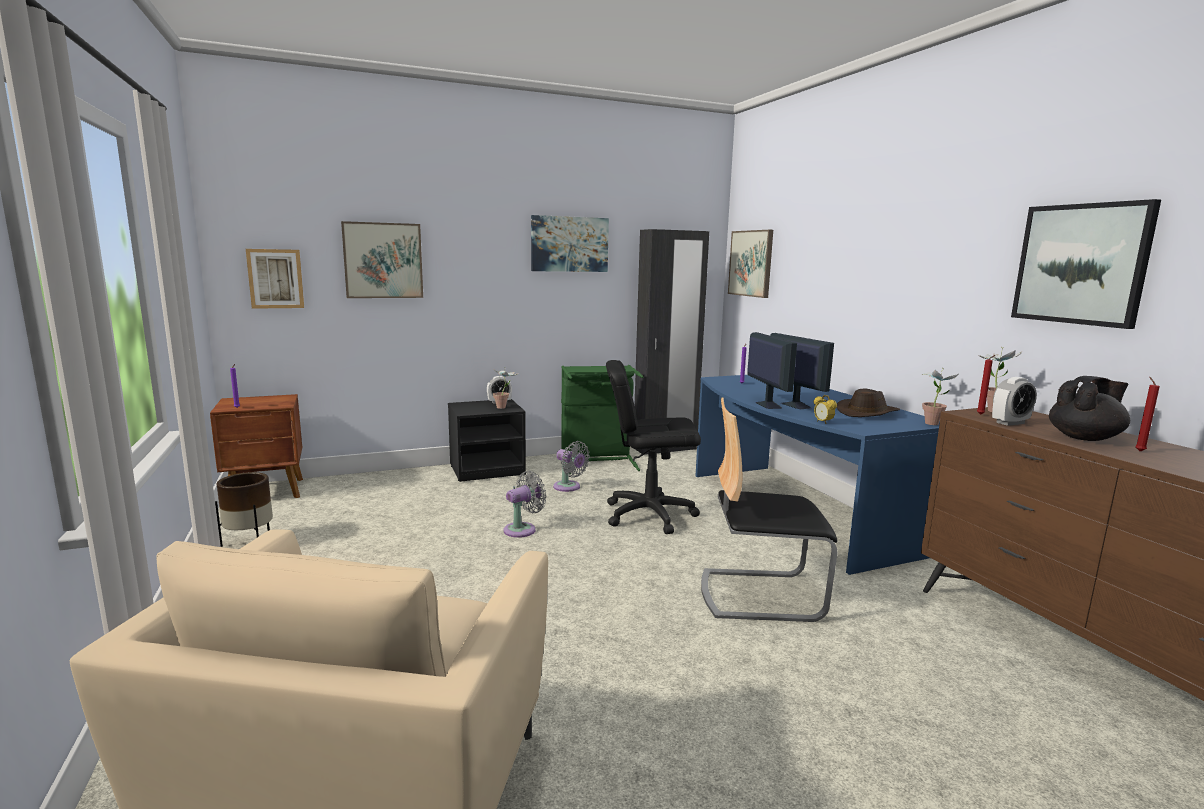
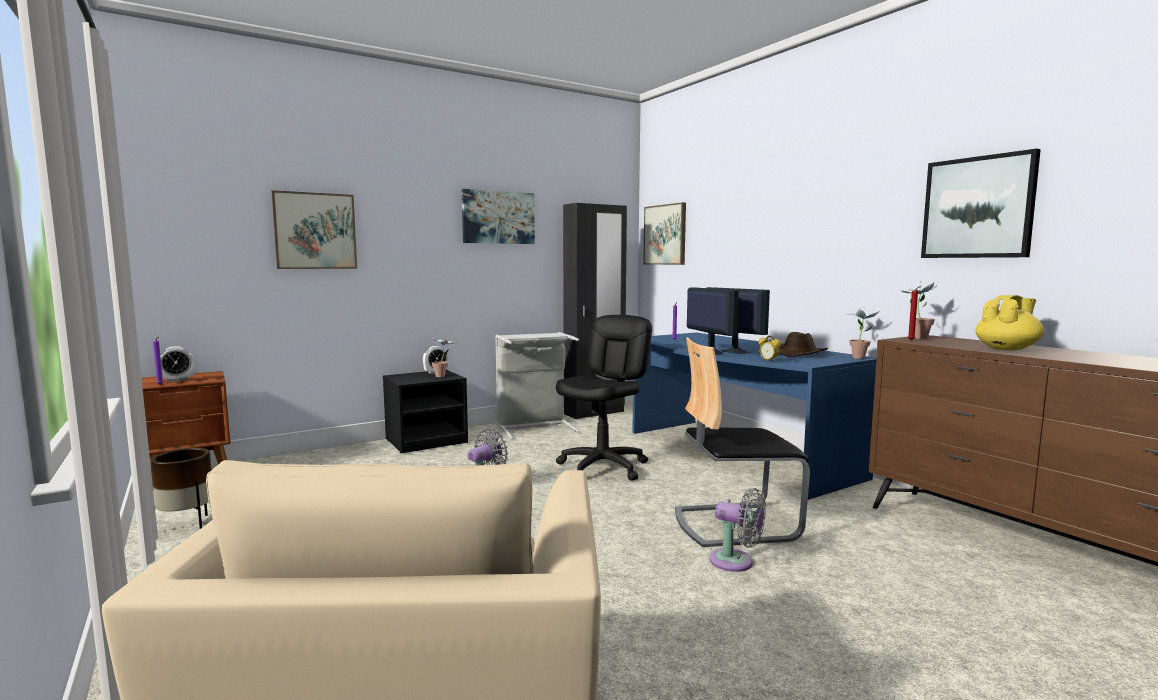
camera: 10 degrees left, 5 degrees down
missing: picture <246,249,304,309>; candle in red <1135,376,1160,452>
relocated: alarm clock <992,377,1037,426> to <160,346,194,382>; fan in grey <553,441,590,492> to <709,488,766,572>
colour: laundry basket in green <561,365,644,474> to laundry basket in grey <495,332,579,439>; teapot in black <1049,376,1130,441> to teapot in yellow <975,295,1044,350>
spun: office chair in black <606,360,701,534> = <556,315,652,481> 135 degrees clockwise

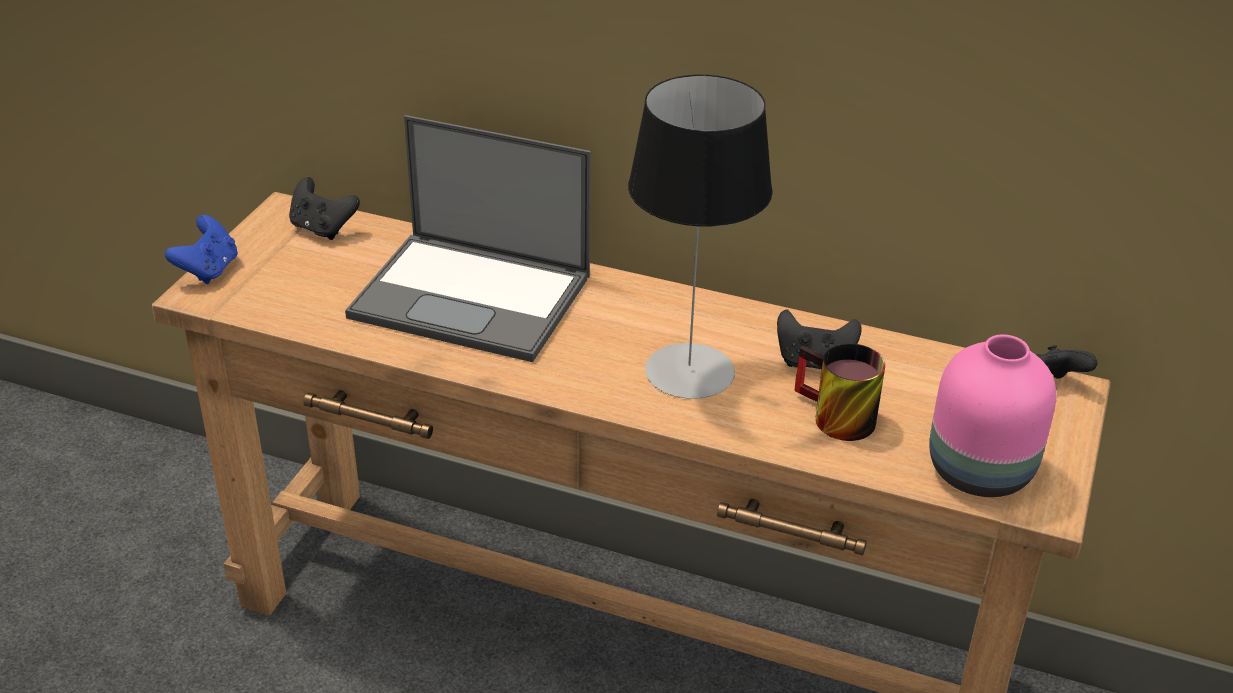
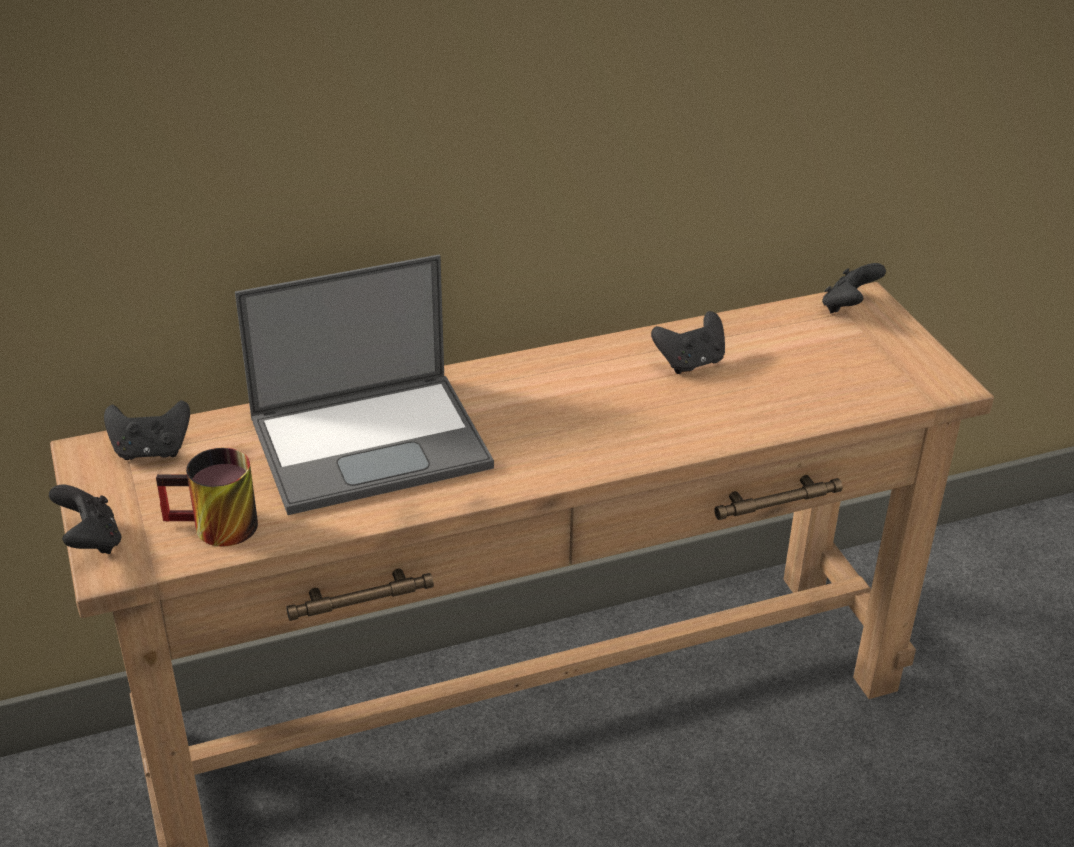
camera: 40 degrees left, 0 degrees up
missing: table lamp <628,74,773,399>; vase in pink <929,334,1056,497>
relocated: mug <794,343,885,441> to <156,448,258,547>
colour: game controller in blue <165,215,238,284> to game controller in black <49,485,121,554>

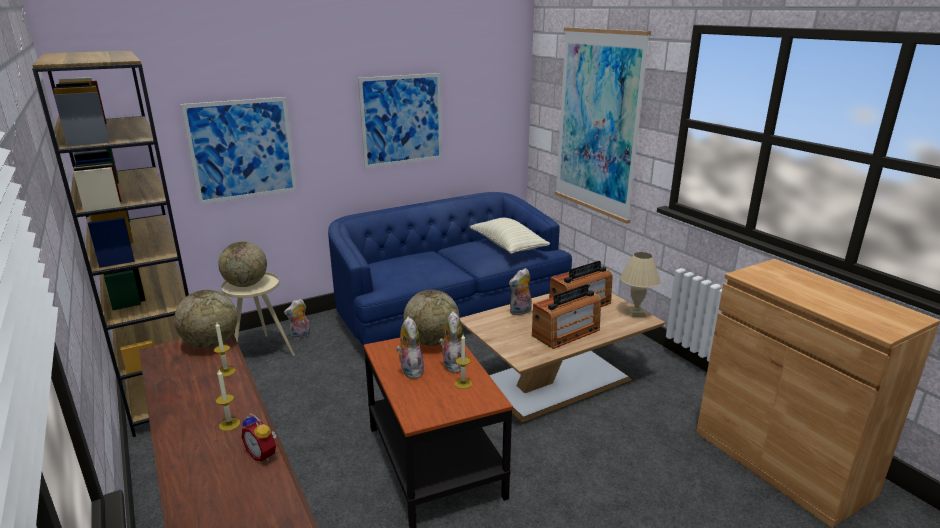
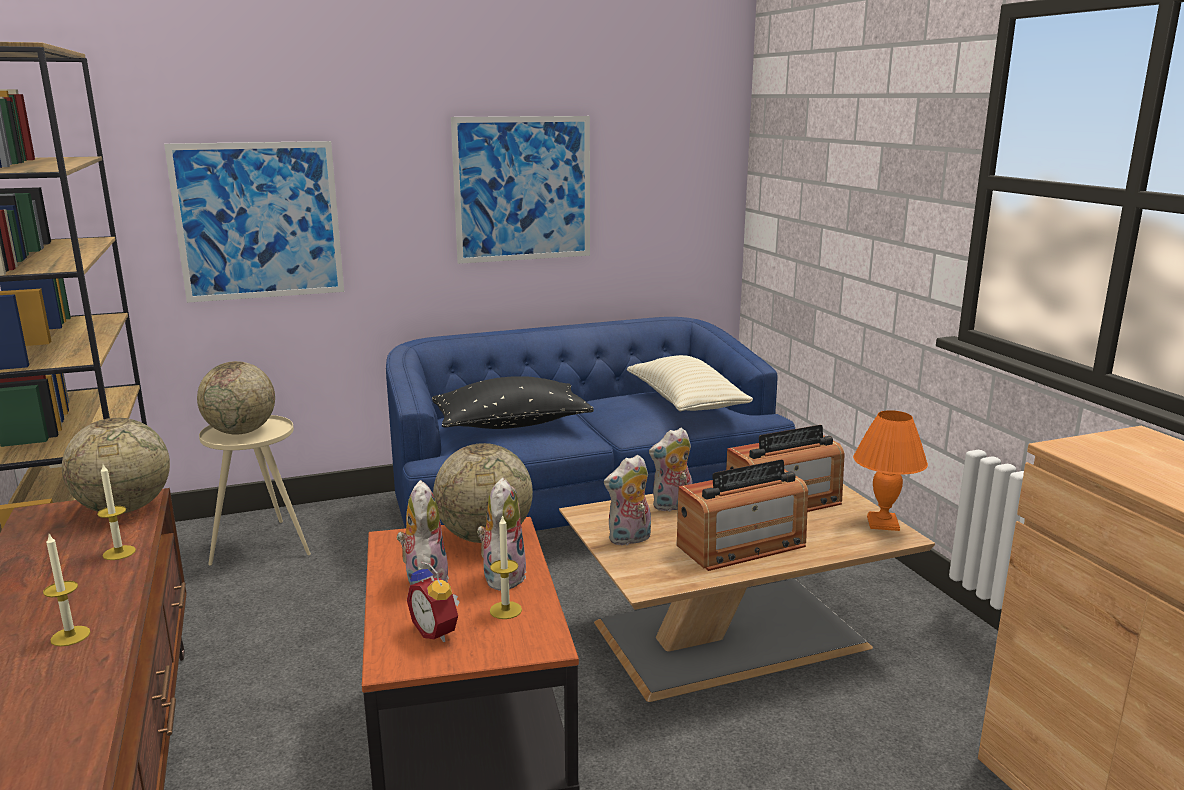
camera: 10 degrees right, 5 degrees down
missing: picture <554,27,651,224>
appeared: pillow in black <432,376,594,429>
relocated: alarm clock <241,413,276,462> to <407,562,460,642>; plush toy <284,298,311,339> to <604,455,651,546>
colour: table lamp in beige <620,252,660,317> to table lamp in orange <853,410,928,531>

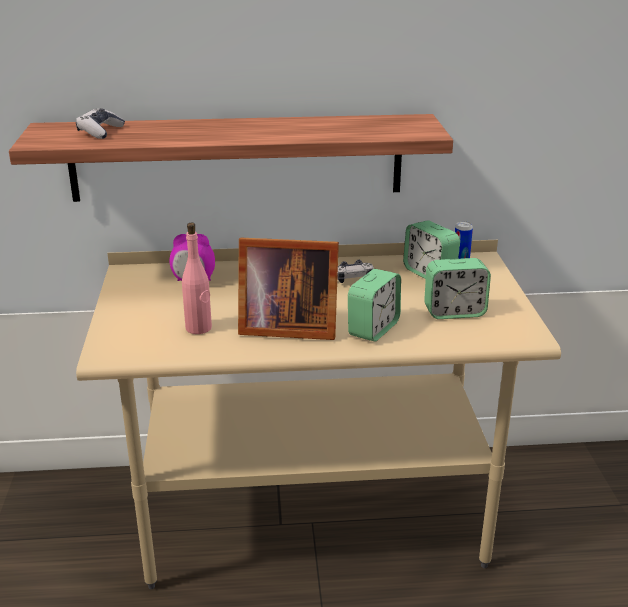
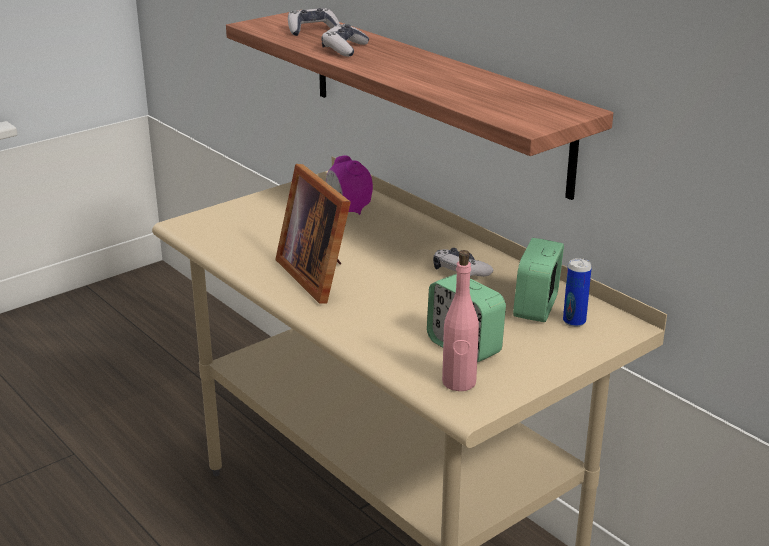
camera: 55 degrees right, 0 degrees up
missing: alarm clock <348,269,401,342>
appeared: game controller <321,24,369,57>
relocated: bottle in pink <182,223,212,334> to <442,250,479,391>

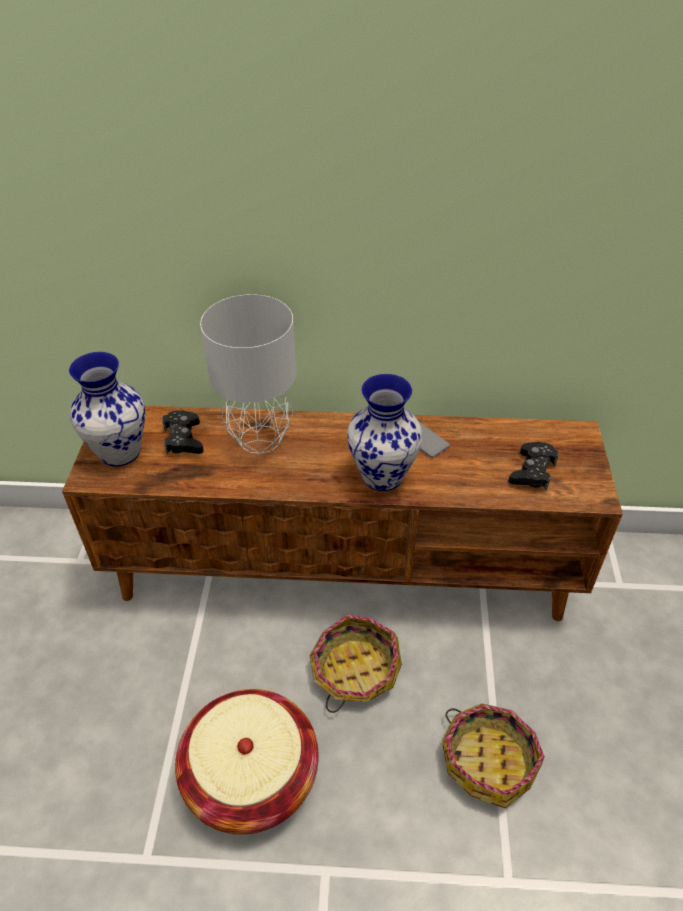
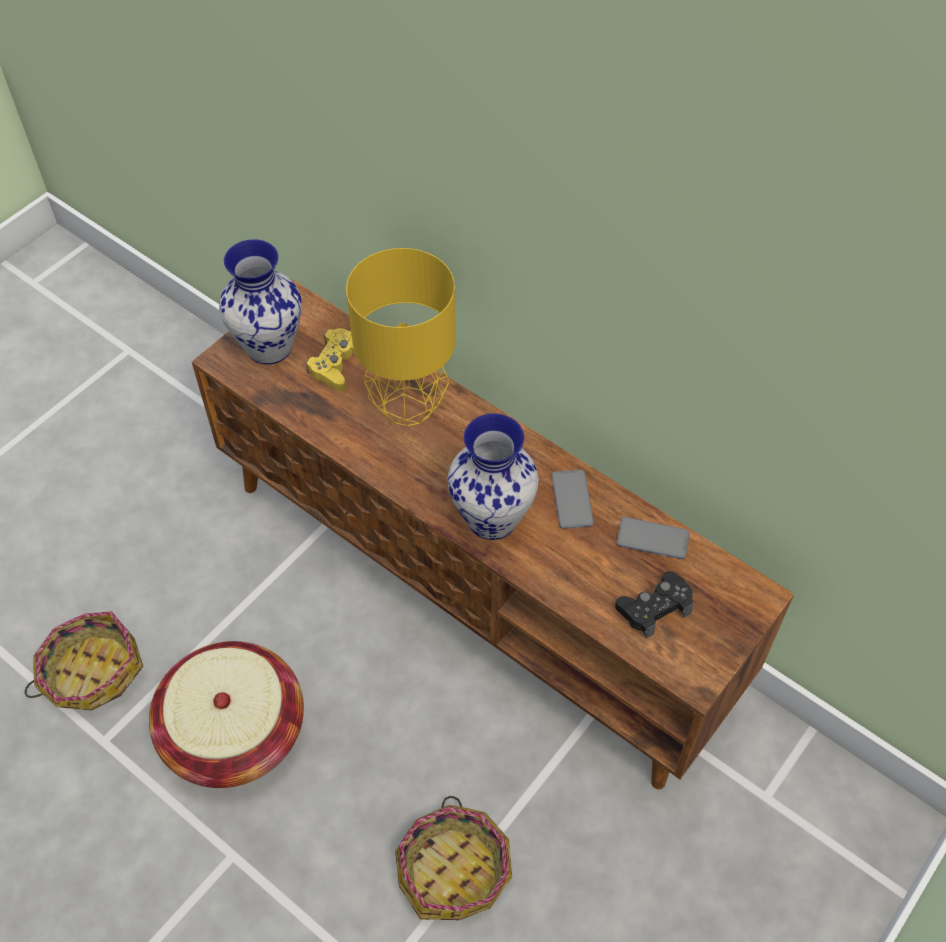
camera: 35 degrees right, 10 degrees up
appeared: phone <616,517,690,559>
relocated: basket <310,614,402,713> to <25,611,143,710>
colour: game controller in black <162,410,204,454> to game controller in yellow <306,328,355,391>; table lamp in grey <200,294,296,454> to table lamp in yellow <346,248,456,426>

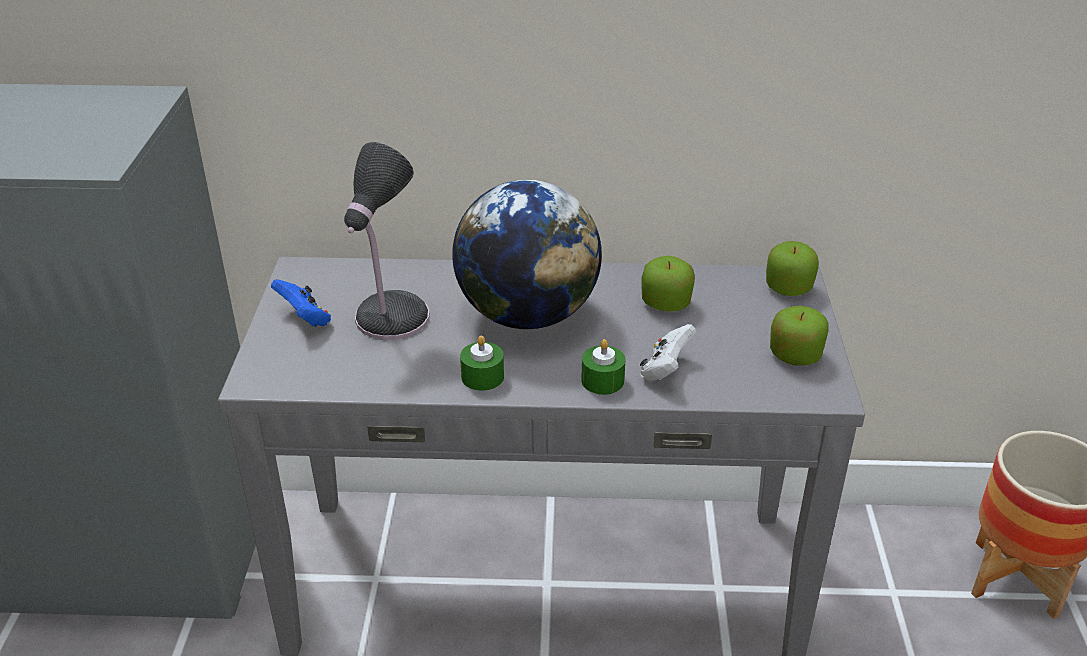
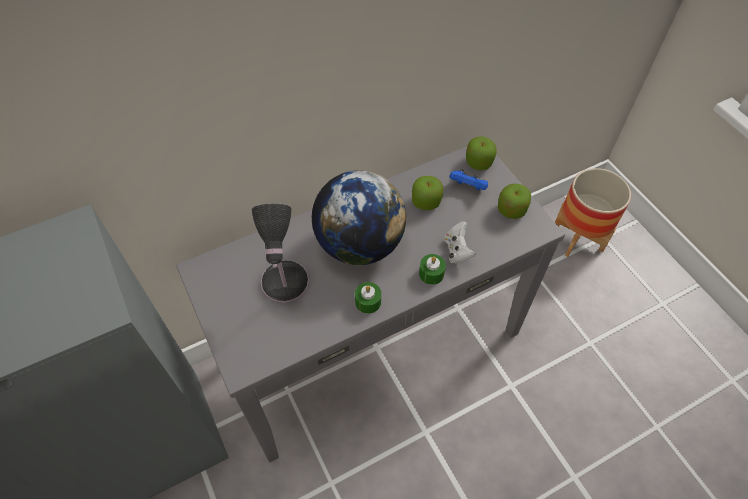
camera: 30 degrees left, 20 degrees up
relocated: game controller in blue <271,279,331,327> to <449,169,488,190>

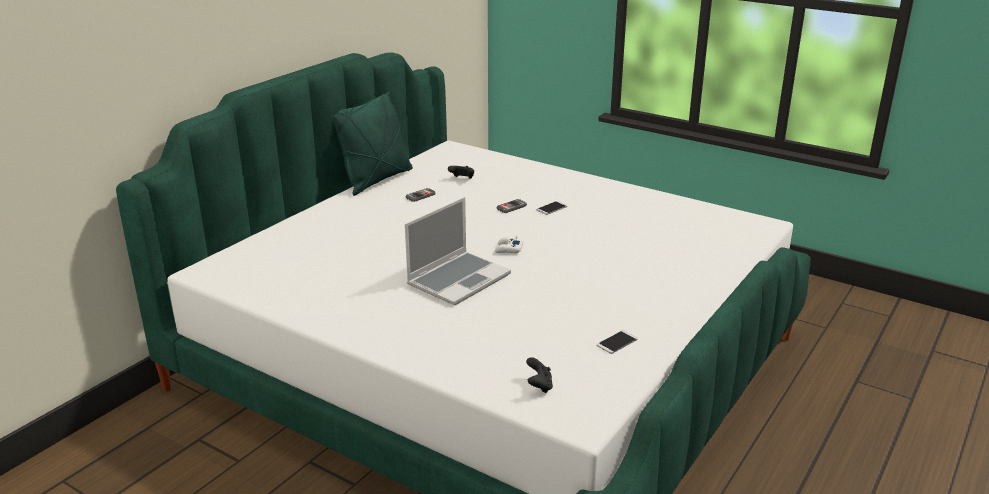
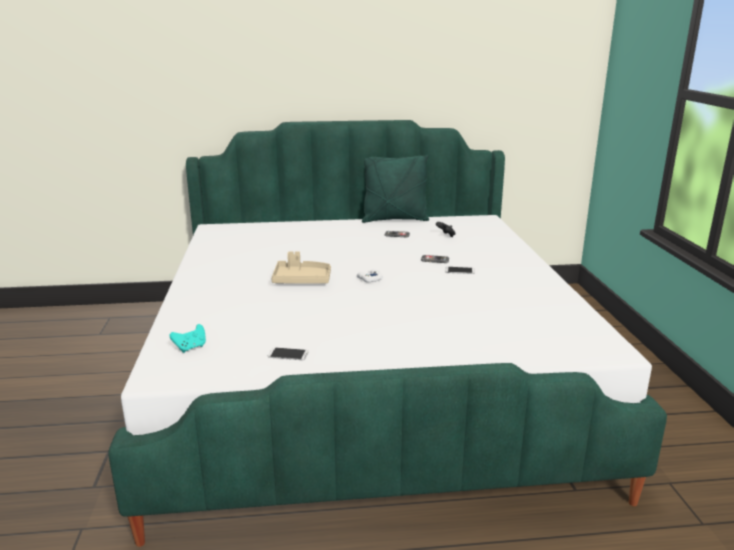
camera: 50 degrees right, 5 degrees down
exchanged: laptop <405,197,511,306> to tray in beige <271,251,331,284>
colour: game controller in black <526,357,553,393> to game controller in turquoise <169,324,206,353>

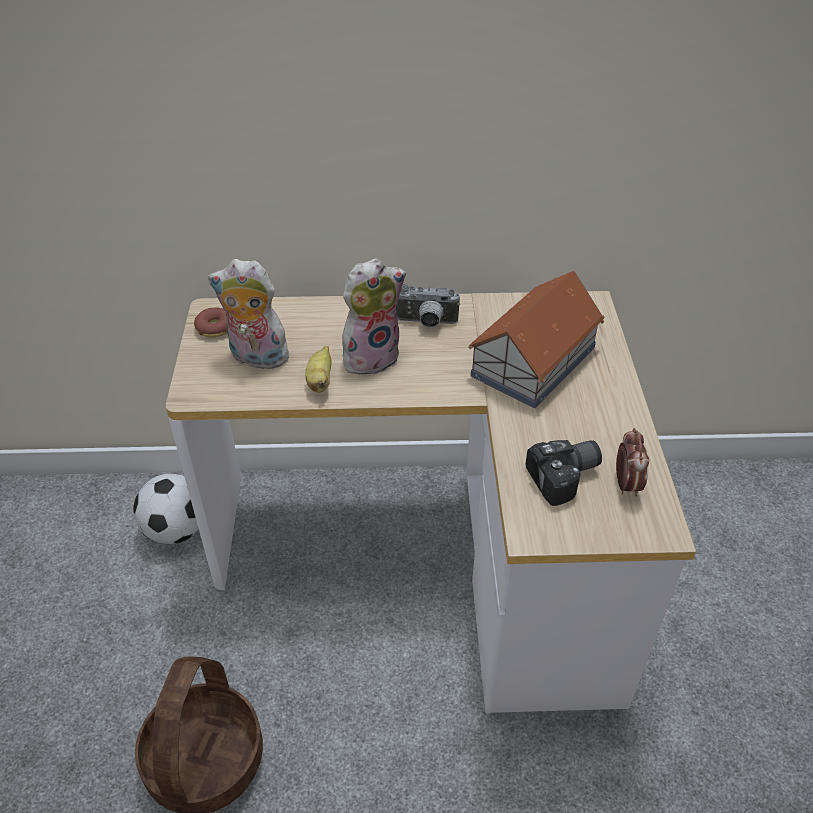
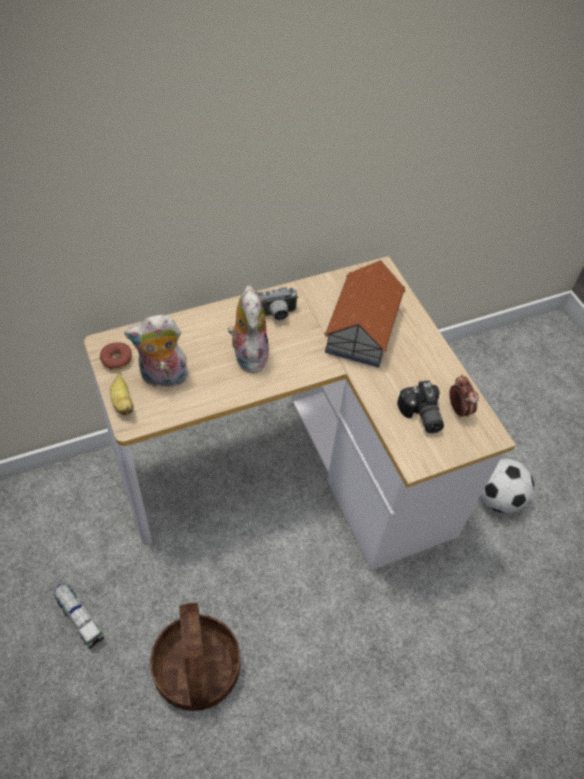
camera: 25 degrees left, 10 degrees up
appeared: toy truck <54,584,104,649>
relocated: banana <305,346,332,393> to <110,374,134,415>; football <133,474,199,544> to <480,458,534,513>
spun: plush toy <342,258,406,375> = <228,285,269,373> 45 degrees counterclockwise; photo camera <525,440,602,506> = <397,380,444,433> 120 degrees clockwise

